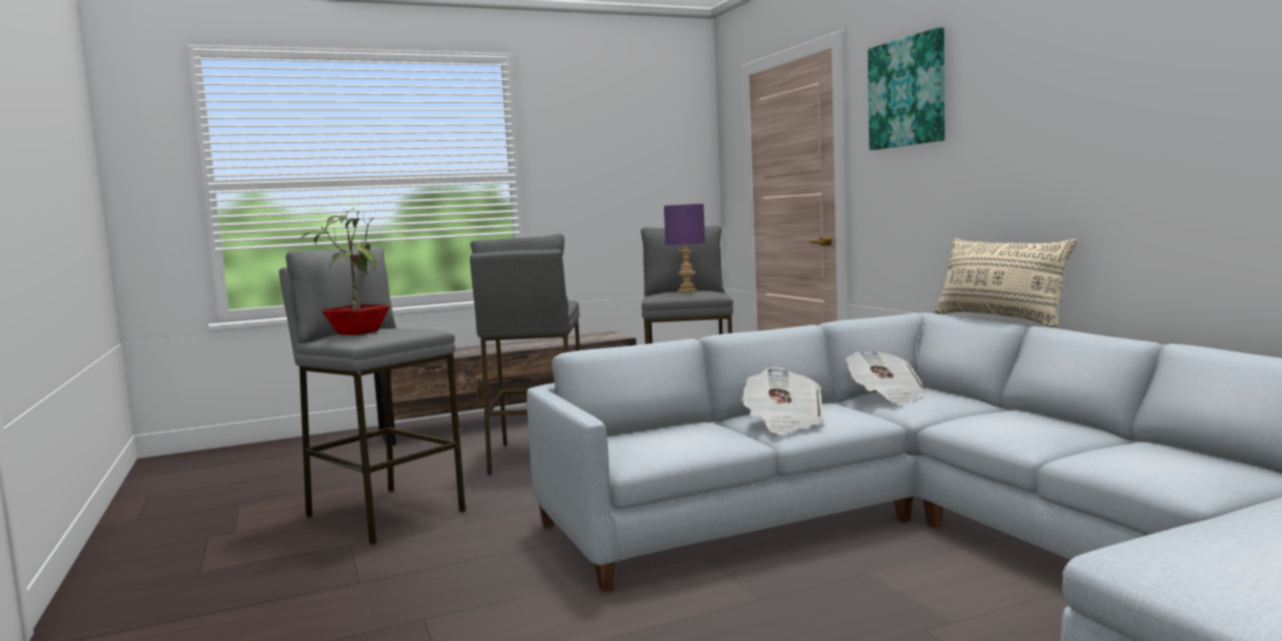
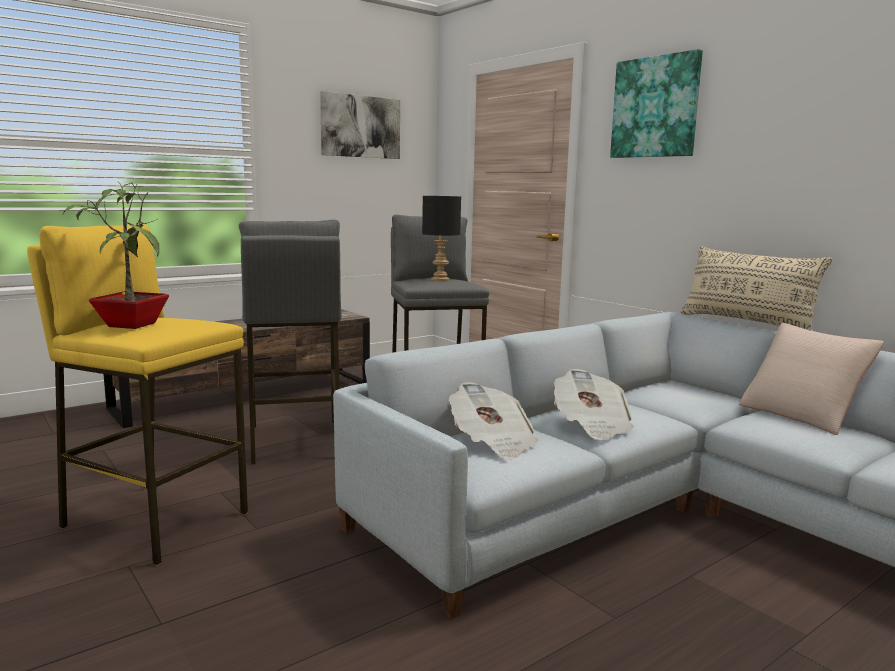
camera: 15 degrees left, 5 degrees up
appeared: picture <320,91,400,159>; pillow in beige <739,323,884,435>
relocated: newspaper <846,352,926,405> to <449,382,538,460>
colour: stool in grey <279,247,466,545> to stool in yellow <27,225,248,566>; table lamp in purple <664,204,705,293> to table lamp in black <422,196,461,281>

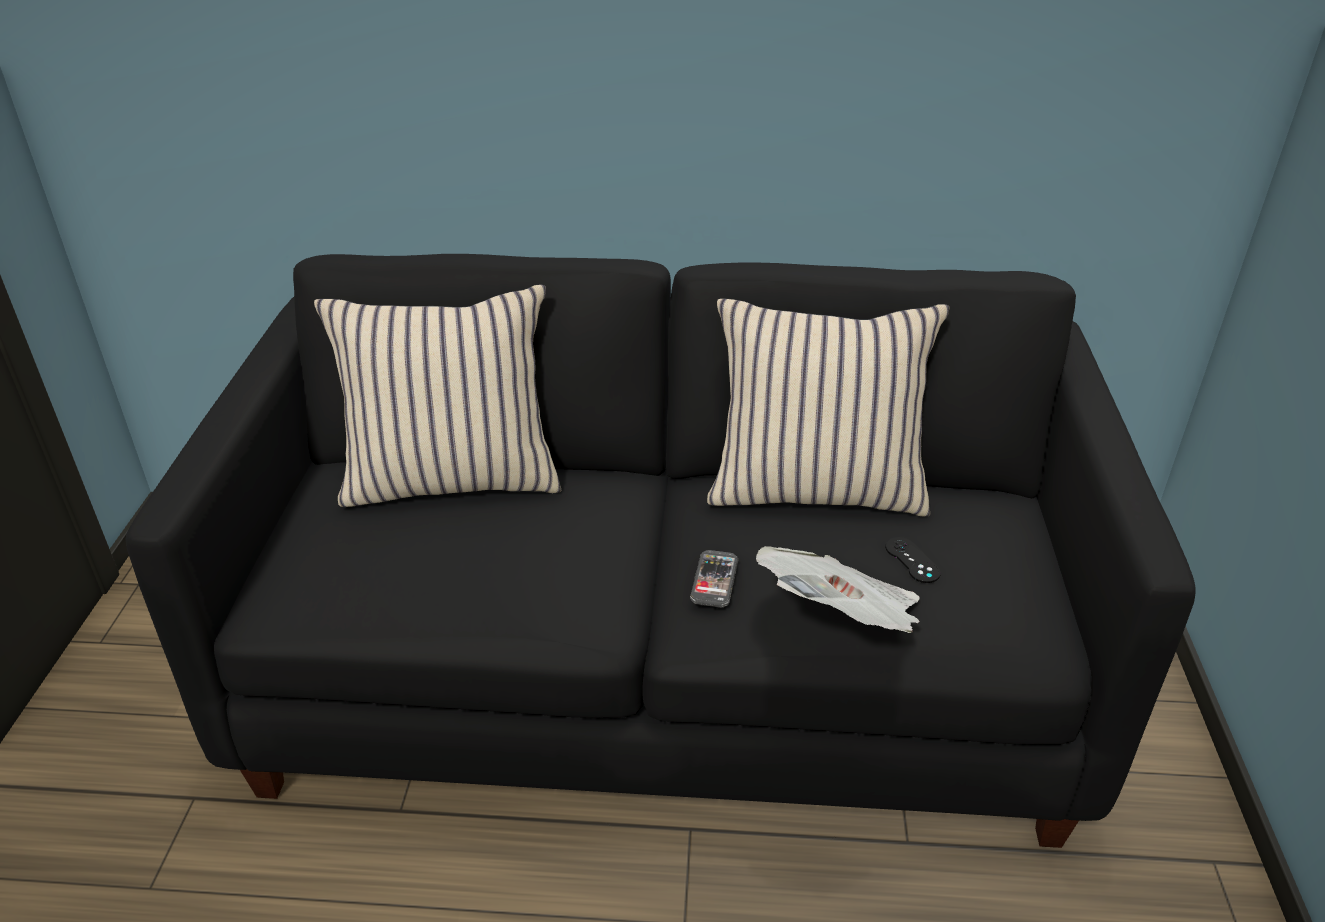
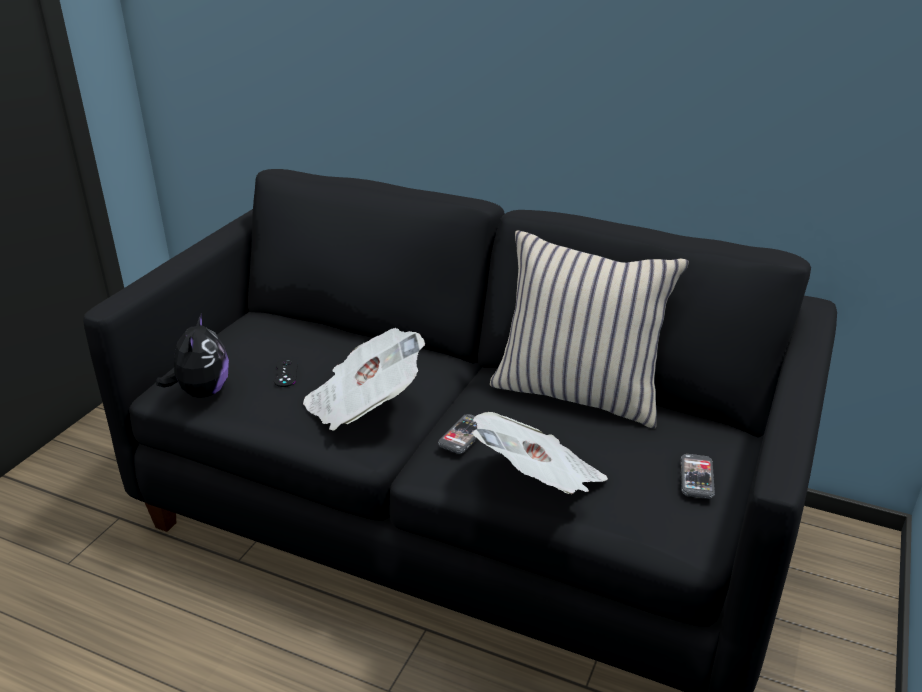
camera: 20 degrees right, 5 degrees down
missing: pillow in beige <314,284,561,507>
appeared: plush toy <156,312,229,398>; newspaper <303,328,425,431>; phone <681,454,715,499>
relocated: game controller in black <885,537,941,583> to <274,358,298,387>

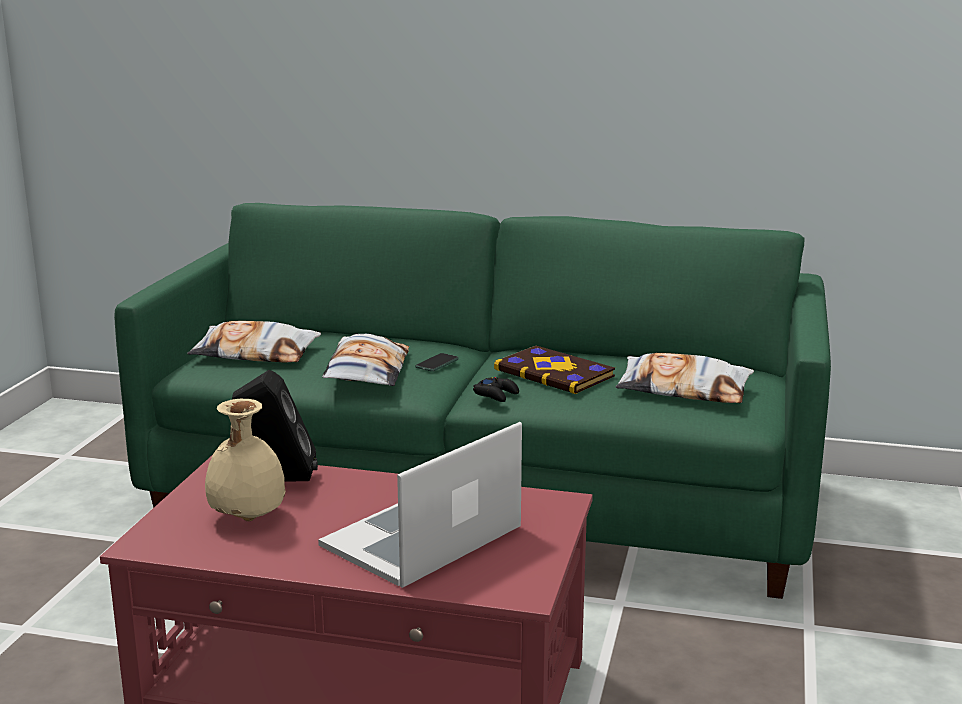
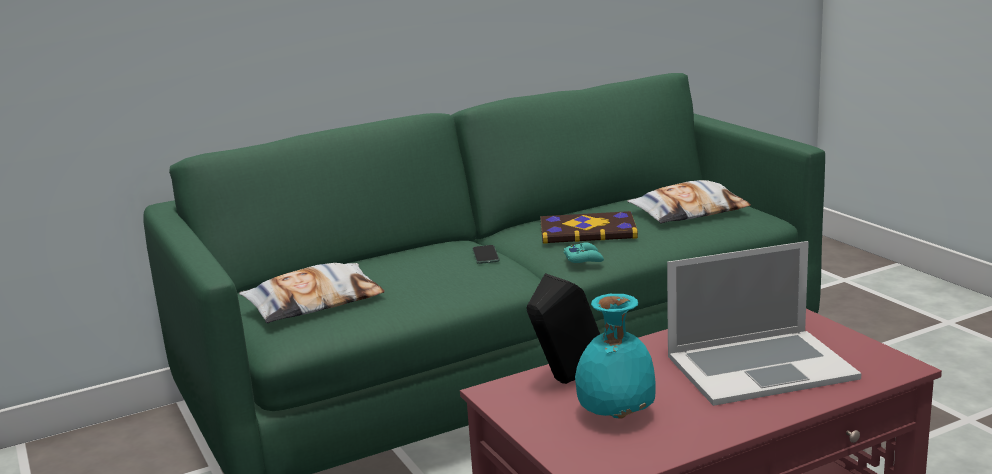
camera: 40 degrees left, 0 degrees up
missing: pillow <322,334,409,386>
colour: game controller in black <473,377,519,402> to game controller in turquoise <564,242,604,263>; vase in beige <205,399,286,521> to vase in turquoise <575,294,656,419>
spun: laptop <318,422,522,588> = <667,241,862,406> 105 degrees counterclockwise

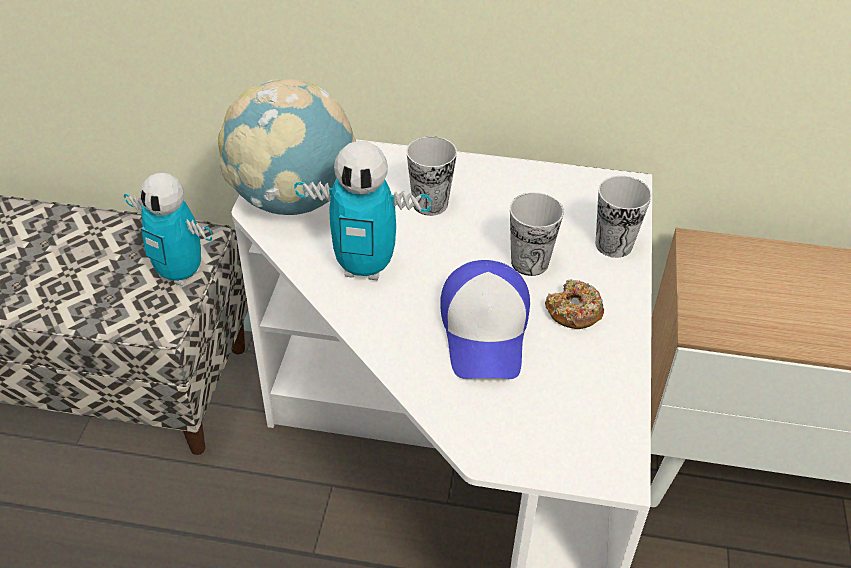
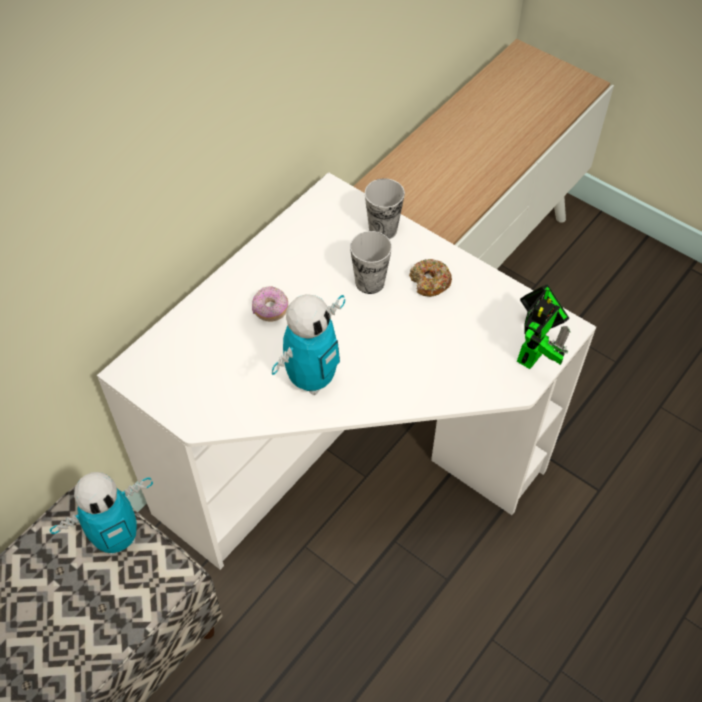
camera: 60 degrees left, 10 degrees up
missing: globe <218,79,356,215>; cap <440,260,530,379>
appeared: toy robot <517,284,570,369>
exchanged: cup <406,136,457,216> to donut <252,286,288,322>

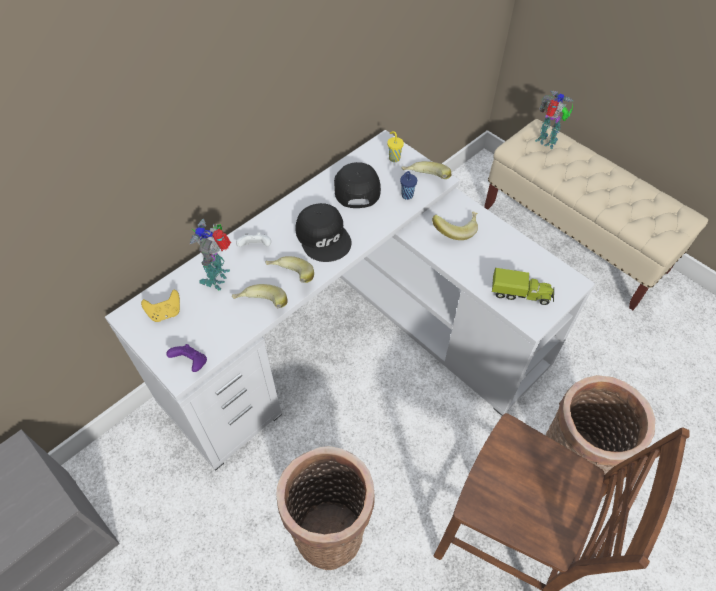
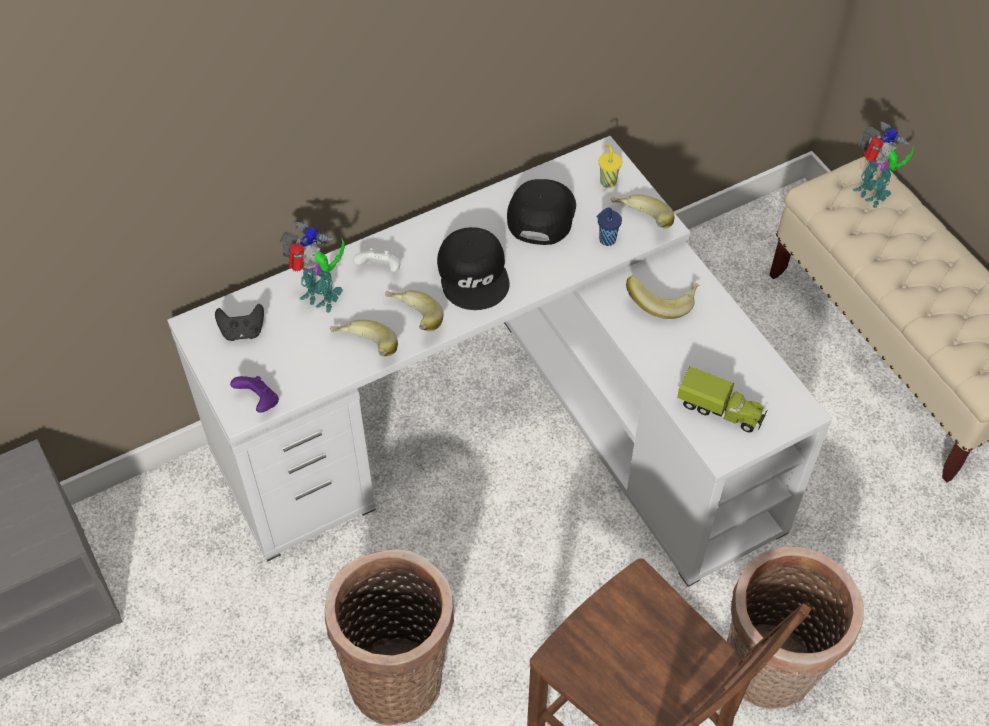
camera: 15 degrees right, 0 degrees up
colour: game controller in yellow <141,290,180,322> to game controller in black <215,304,264,341>
spun: toy robot <189,219,231,290> = <280,222,345,313> 90 degrees clockwise

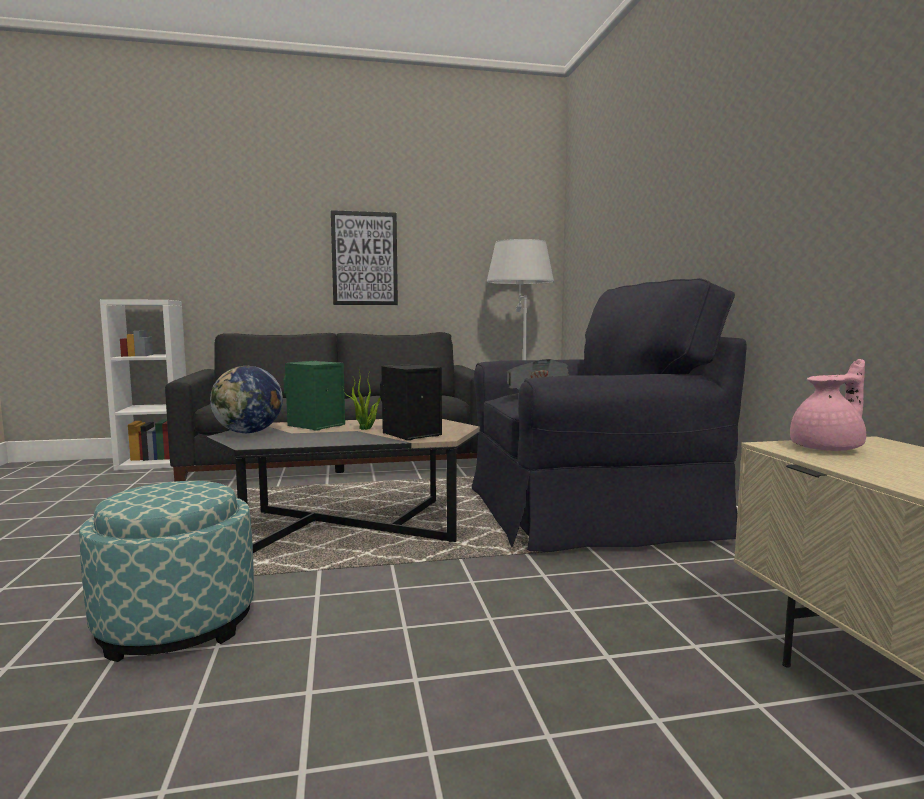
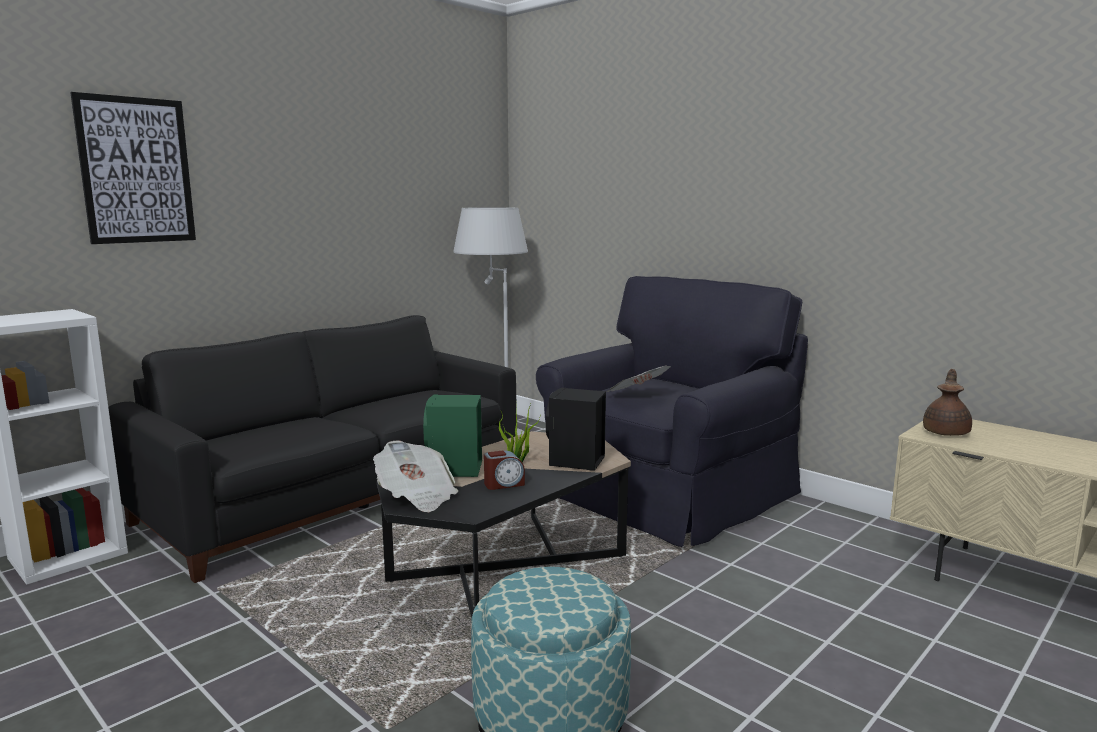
camera: 35 degrees left, 5 degrees up
appeared: alarm clock <484,450,525,490>
relocated: picture <331,210,398,305> to <70,92,196,244>
exchanged: globe <210,366,283,433> to newspaper <373,441,458,512>
colour: teapot in pink <790,359,866,451> to teapot in brown <923,369,972,436>

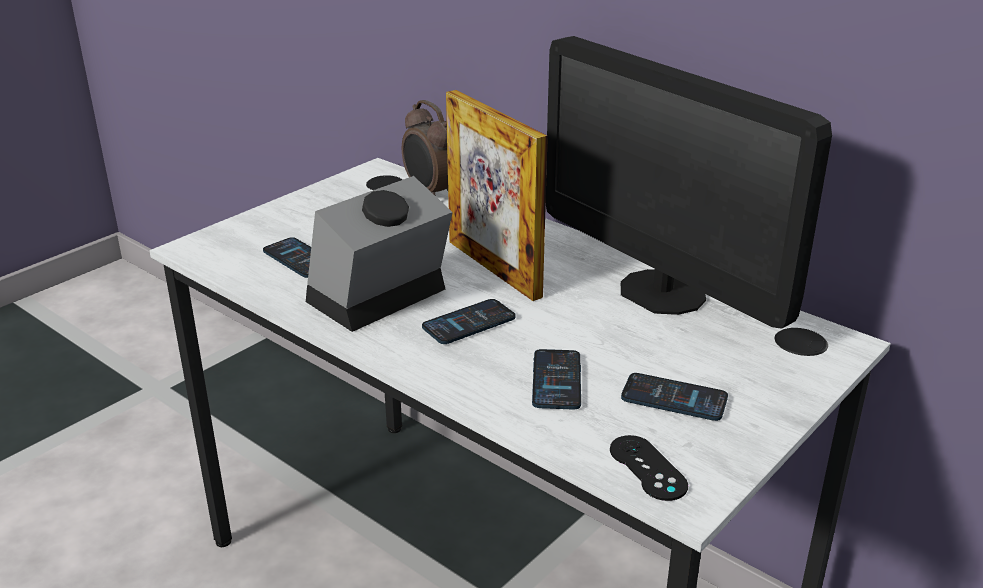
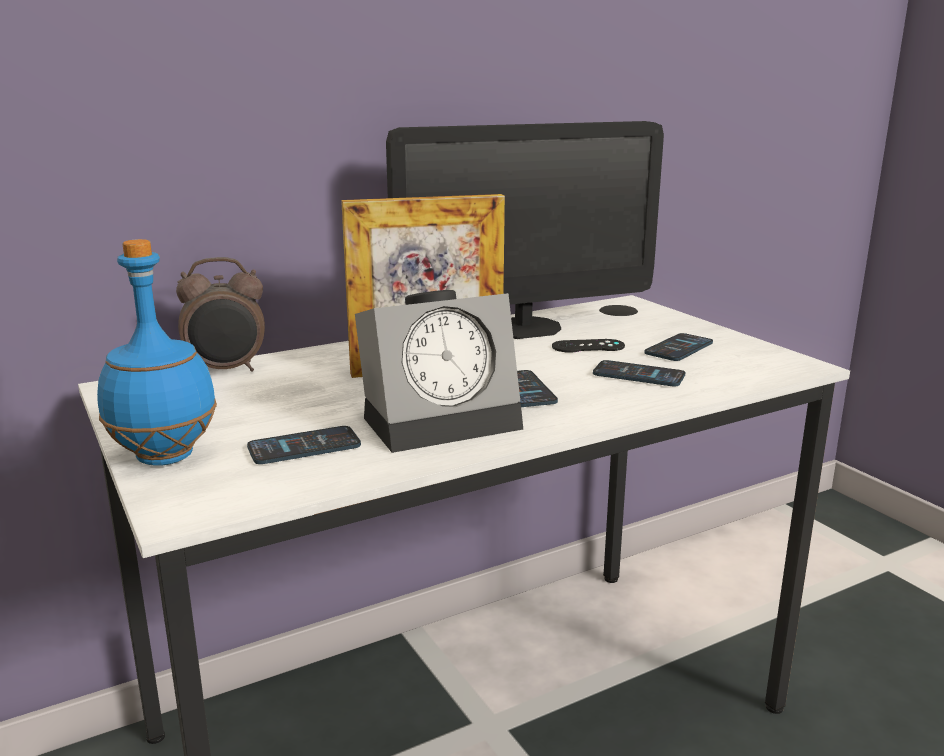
camera: 70 degrees left, 10 degrees down
appeared: bottle in blue <97,239,217,466>
relocated: game controller in black <610,435,688,501> to <552,339,625,353>
spun: alarm clock <306,176,453,332> = <355,290,523,453> 90 degrees counterclockwise

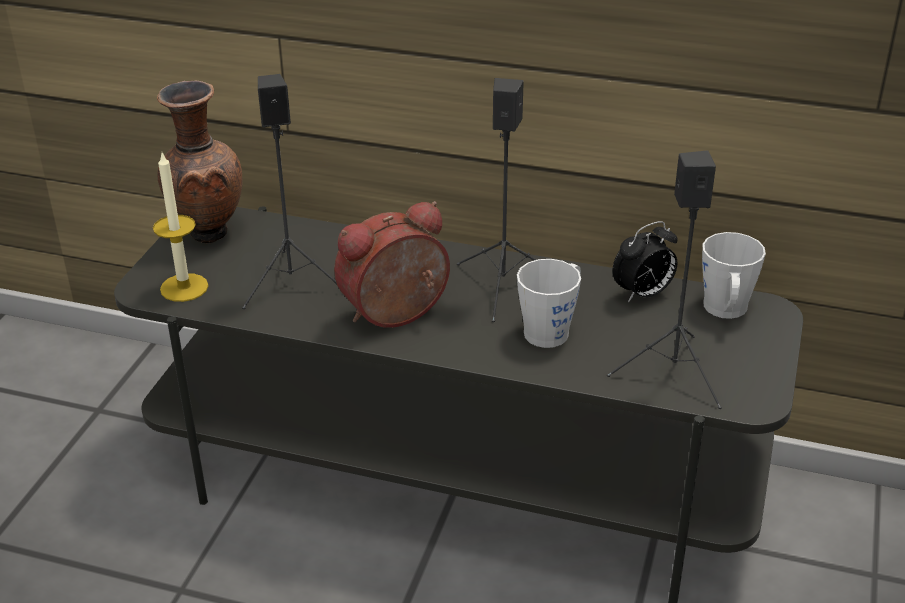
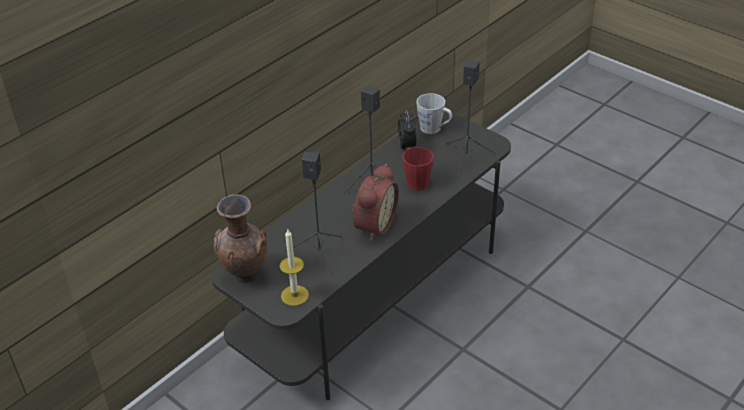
camera: 65 degrees left, 5 degrees up
colour: mug in grey <517,259,581,348> to mug in red <402,147,434,191>
spun: alarm clock <334,201,450,328> = <352,164,399,241> 150 degrees counterclockwise

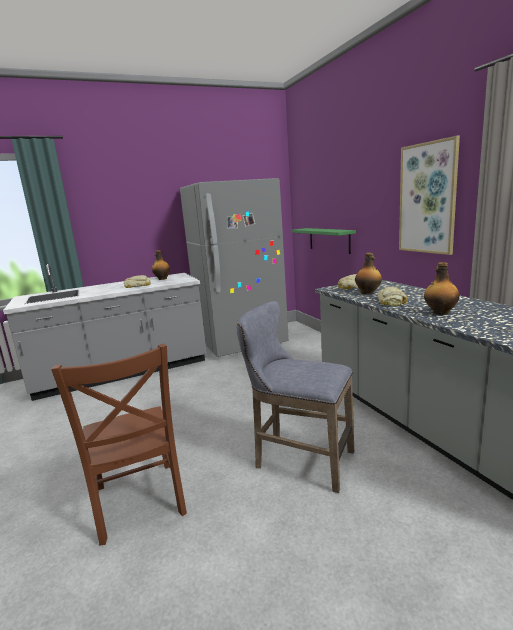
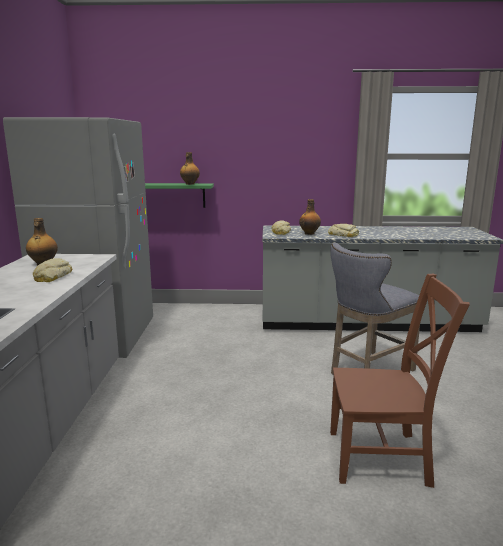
camera: 65 degrees left, 0 degrees up
missing: picture <399,136,460,255>
relocated: bottle <424,262,460,315> to <180,152,200,185>

